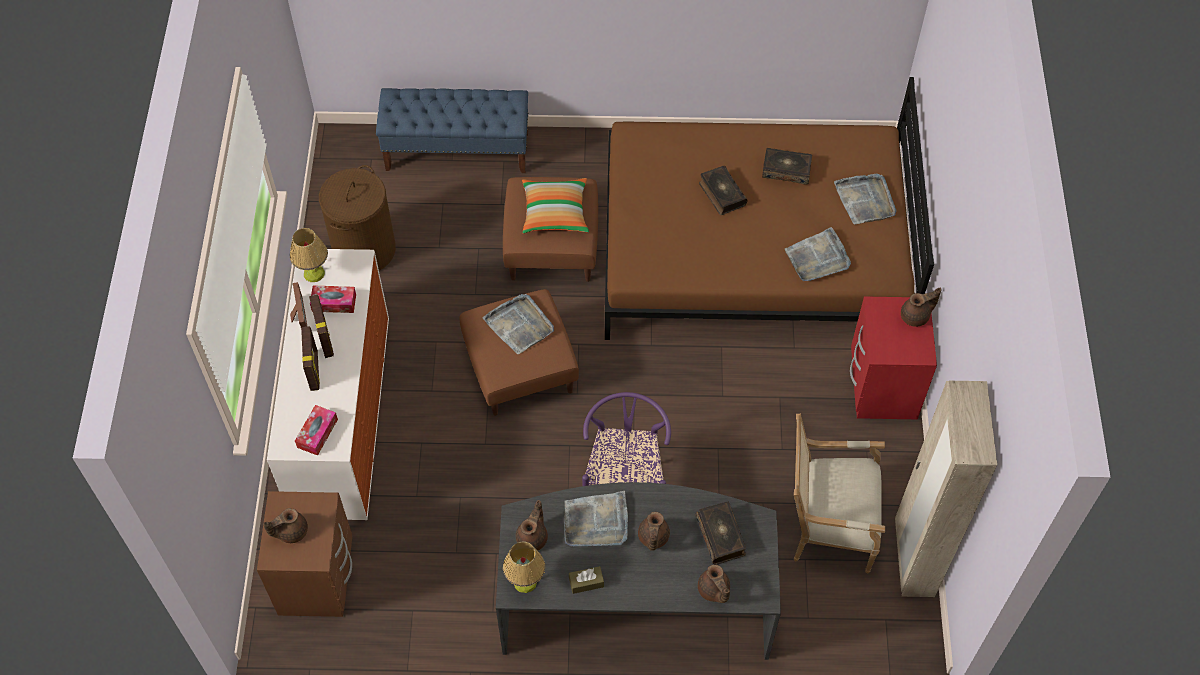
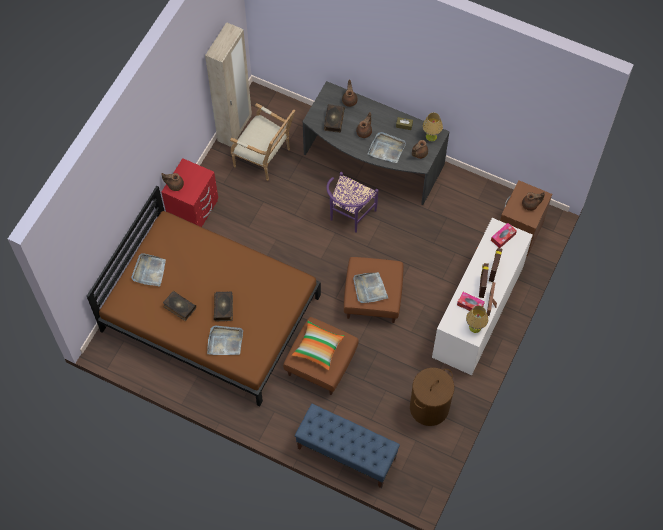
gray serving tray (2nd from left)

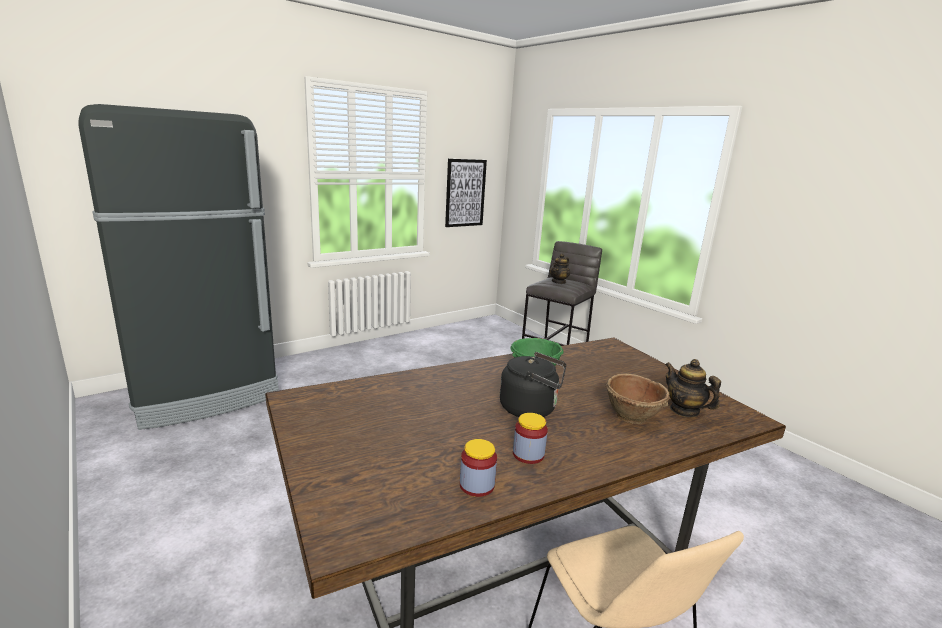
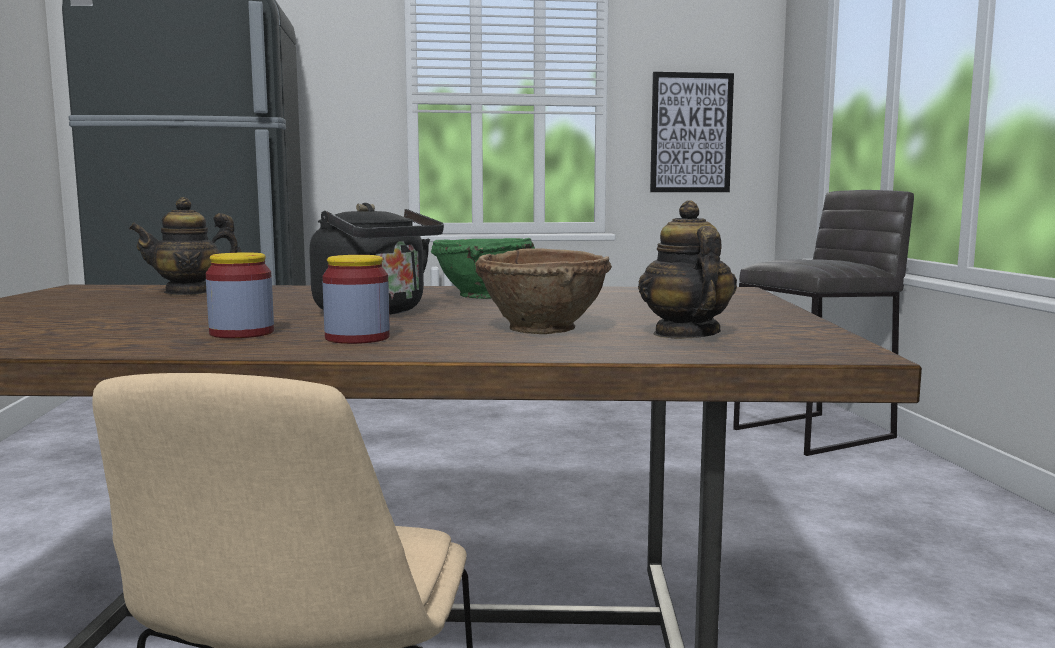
jar (2nd from left)
teapot (1st from left)

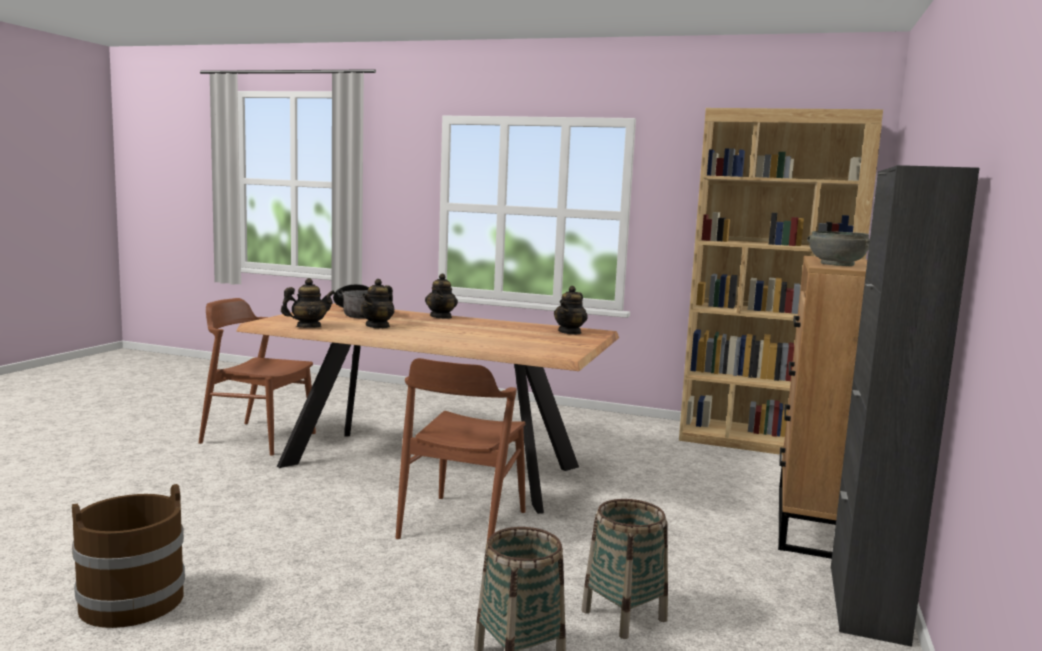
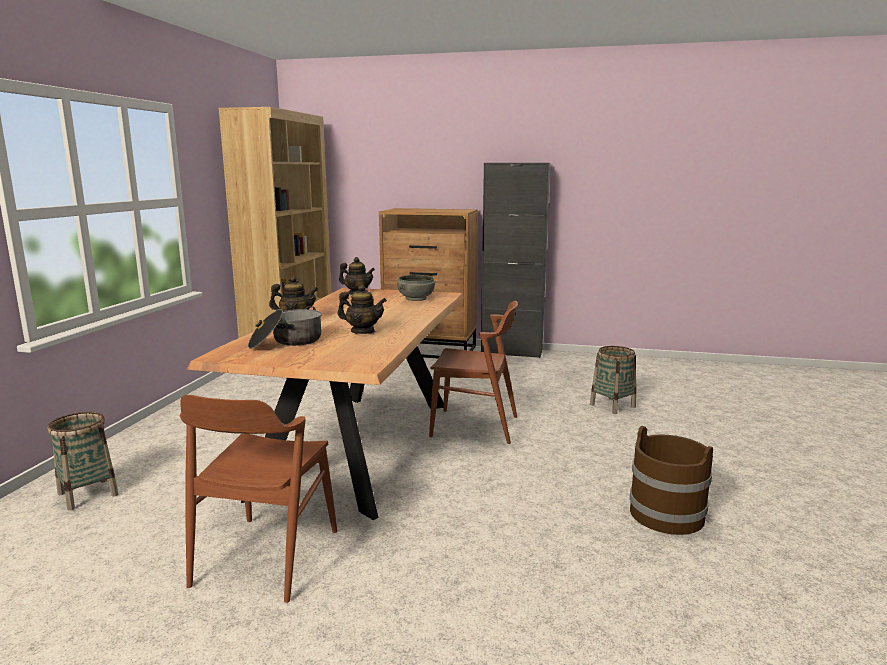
teapot (1st from left in the first image)
household basket (1st from left)
gray deep dish

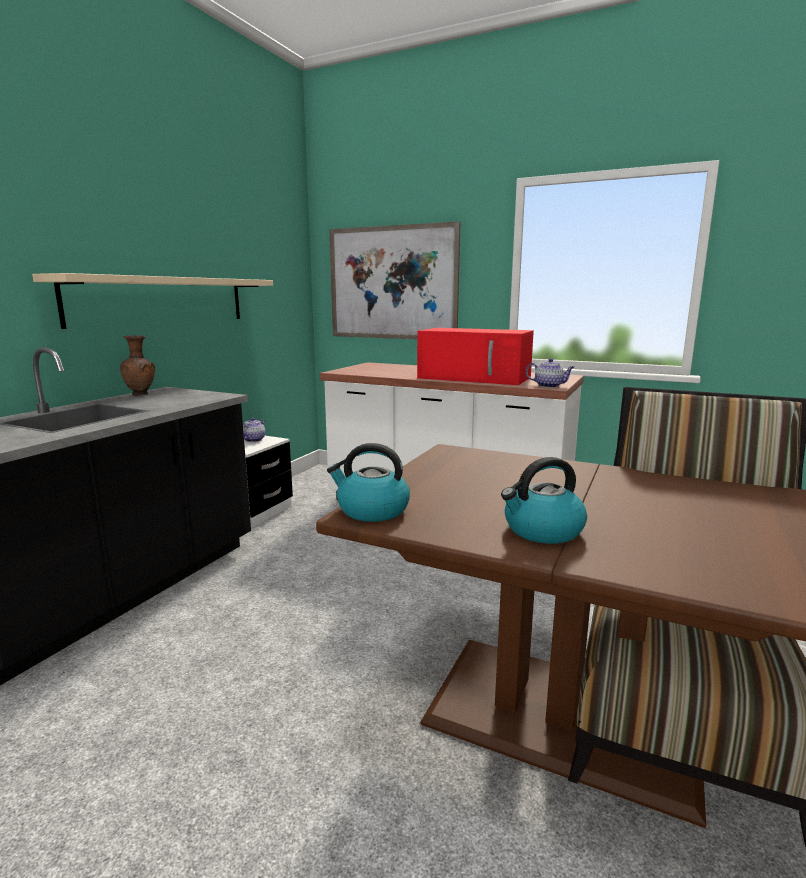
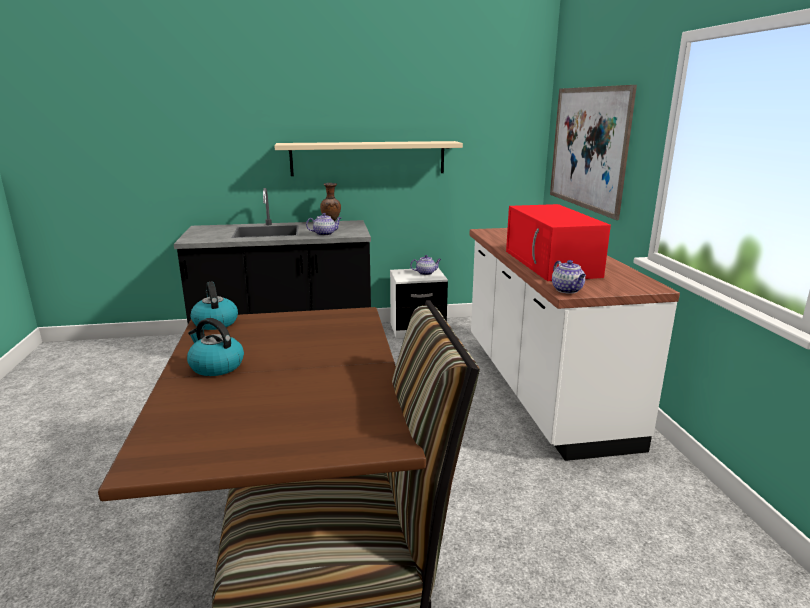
teapot (1st from left)

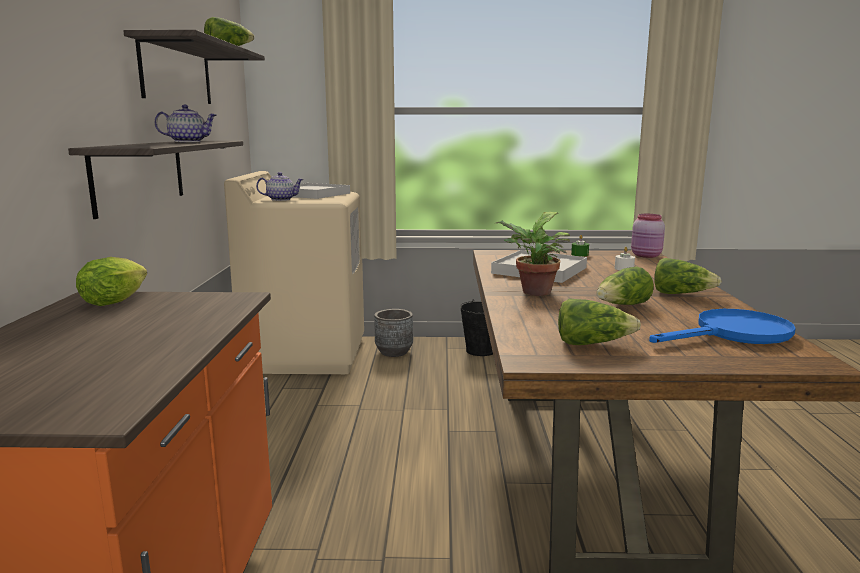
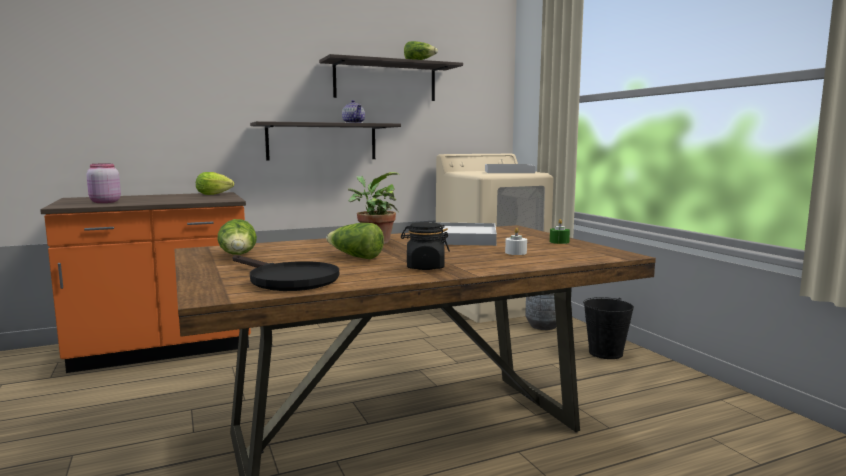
teapot (2nd from left in the first image)
pink jar
blackish frying pan
blackish jar

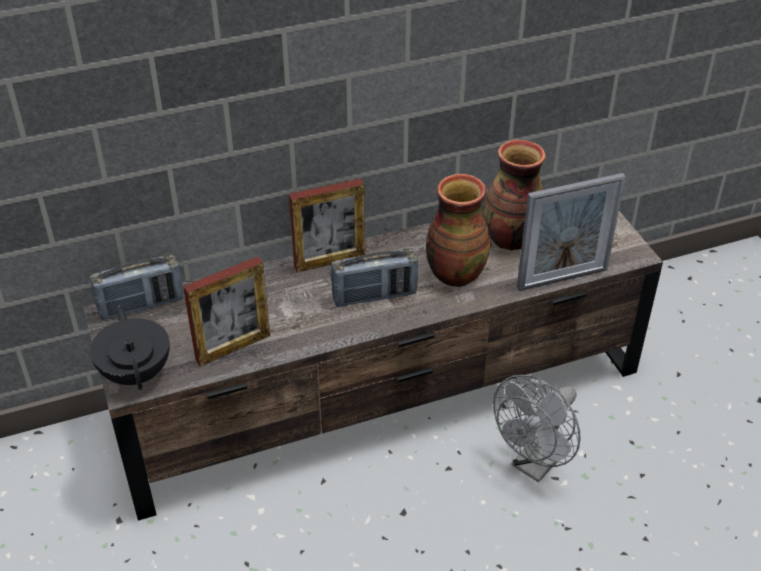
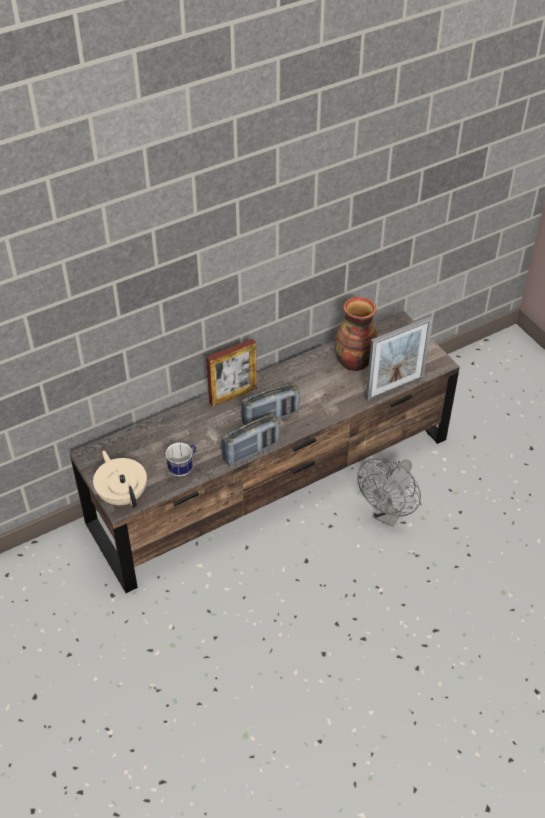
radio set (1st from left)
beige-coloured teapot
coffee mug
vase (1st from left in the first image)

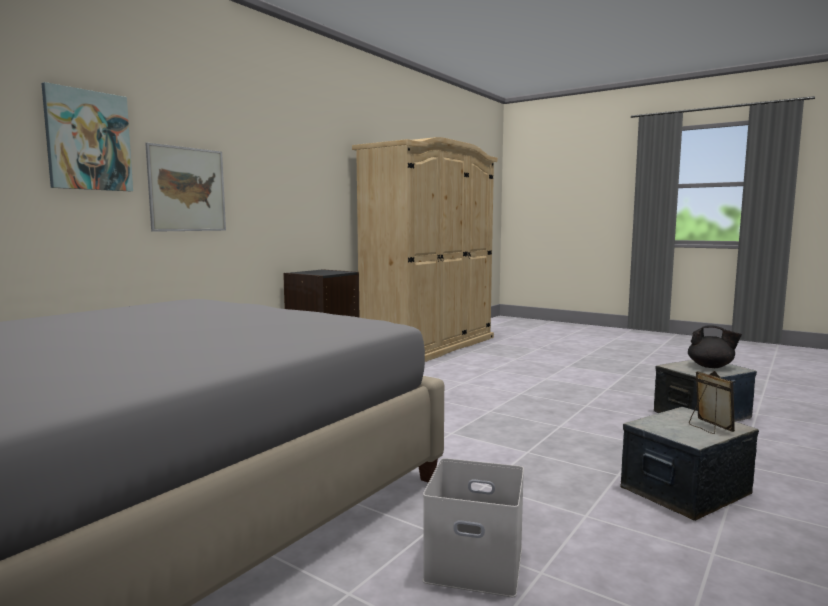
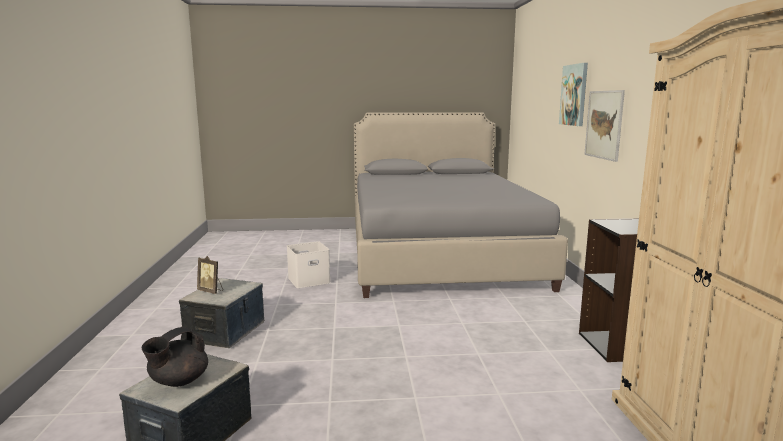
blackish teapot

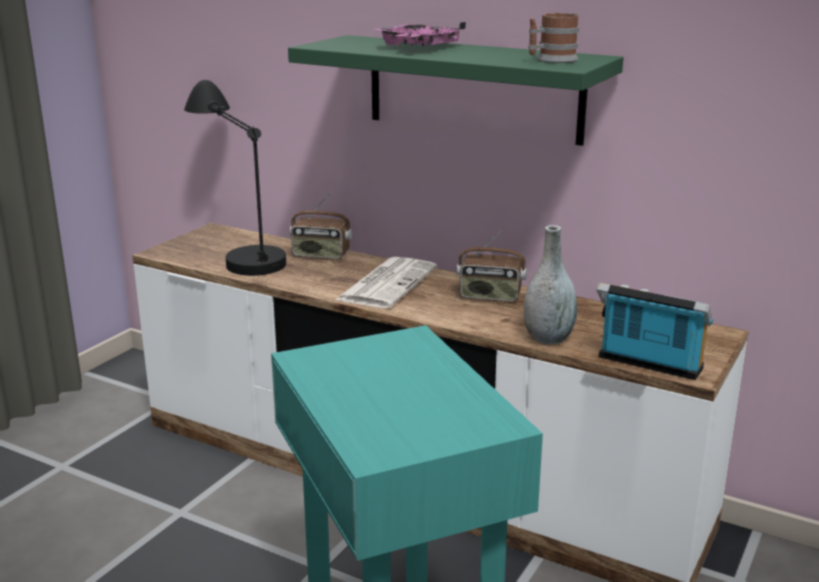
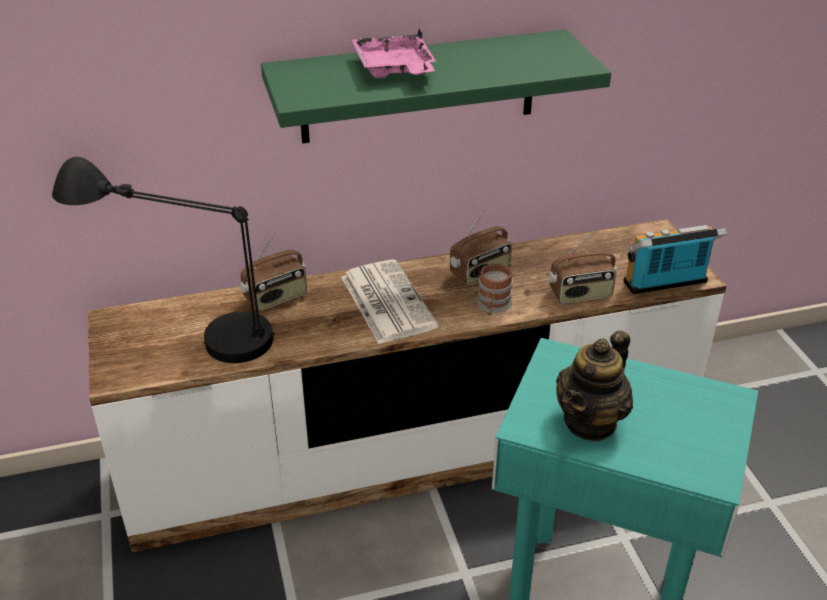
radio set (3rd from left)
coffee mug
teapot

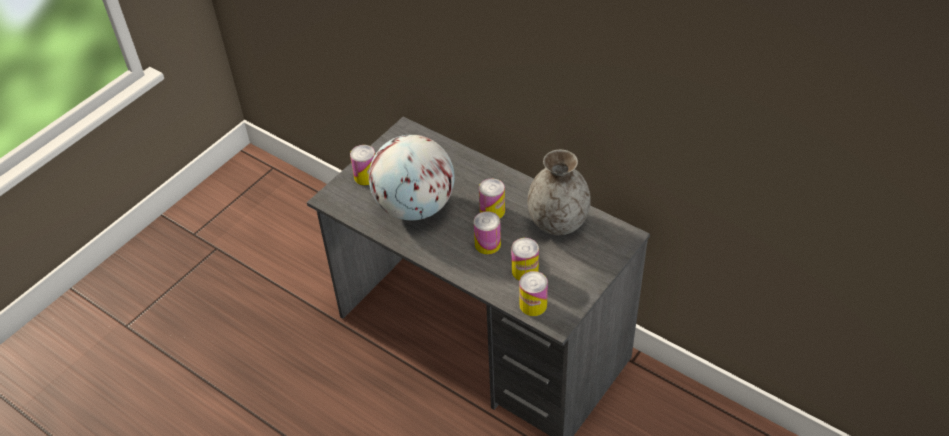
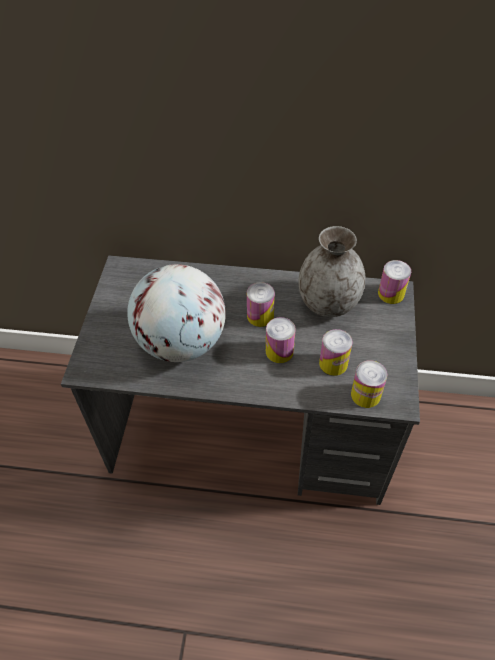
can (5th from left)

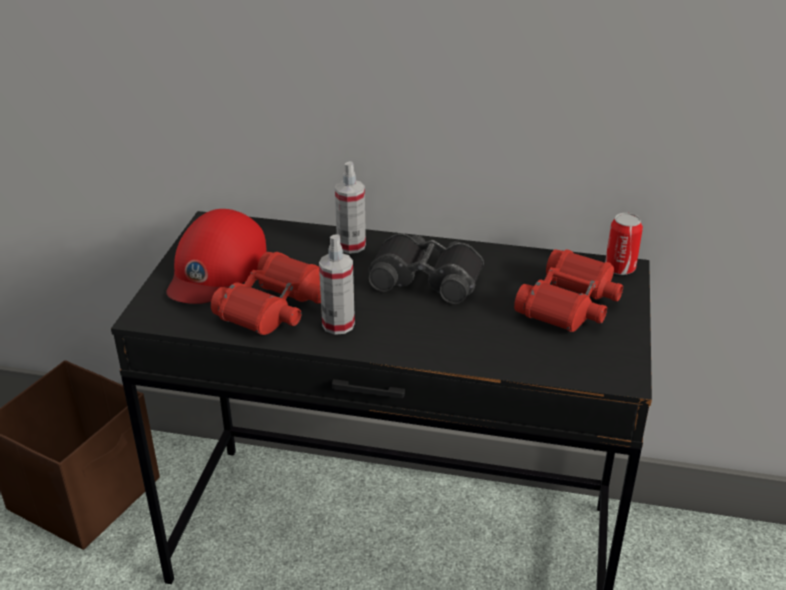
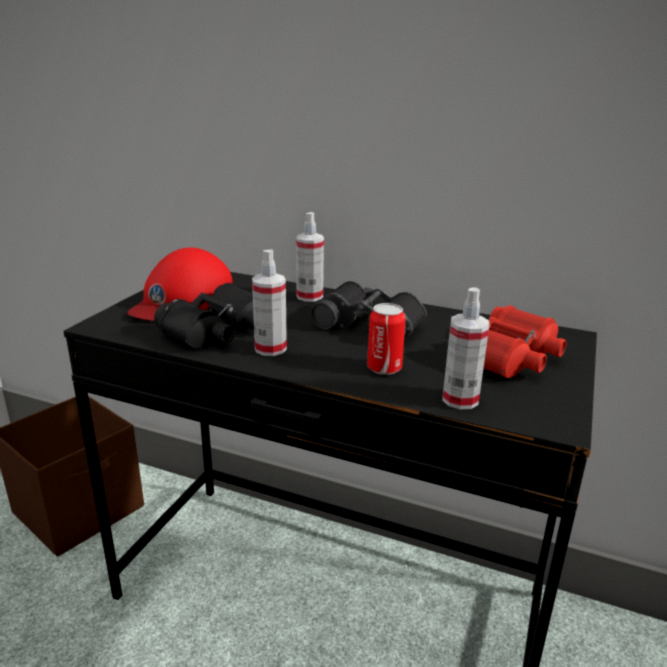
blackish binoculars (1st from left)
can
hand sprayer (3rd from left)

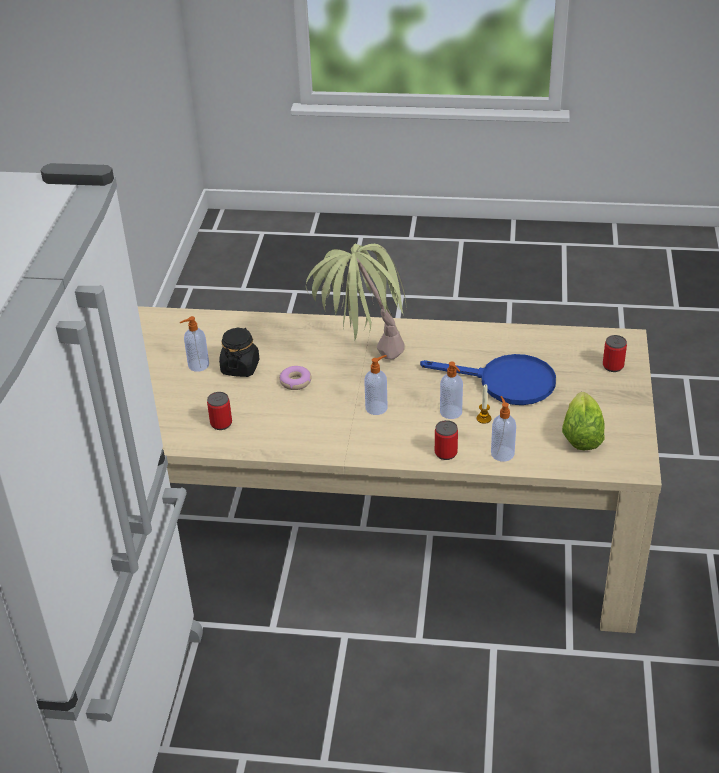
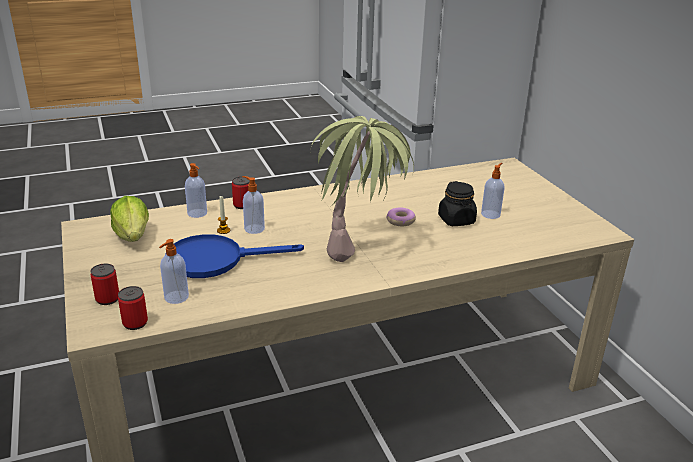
can (2nd from left)
soap dispenser (1st from left)

